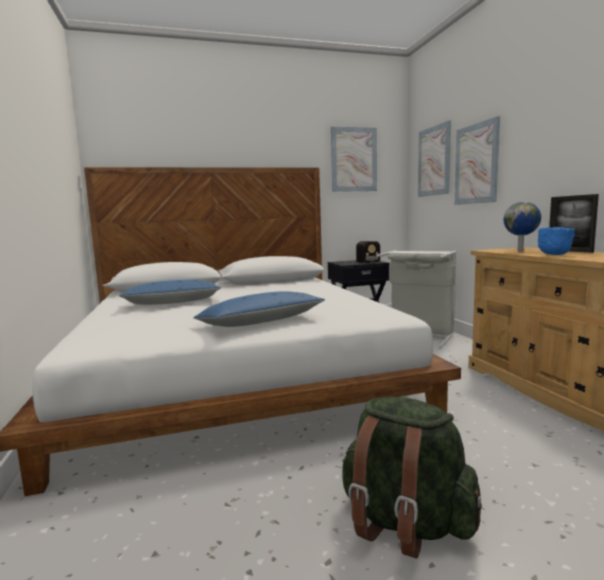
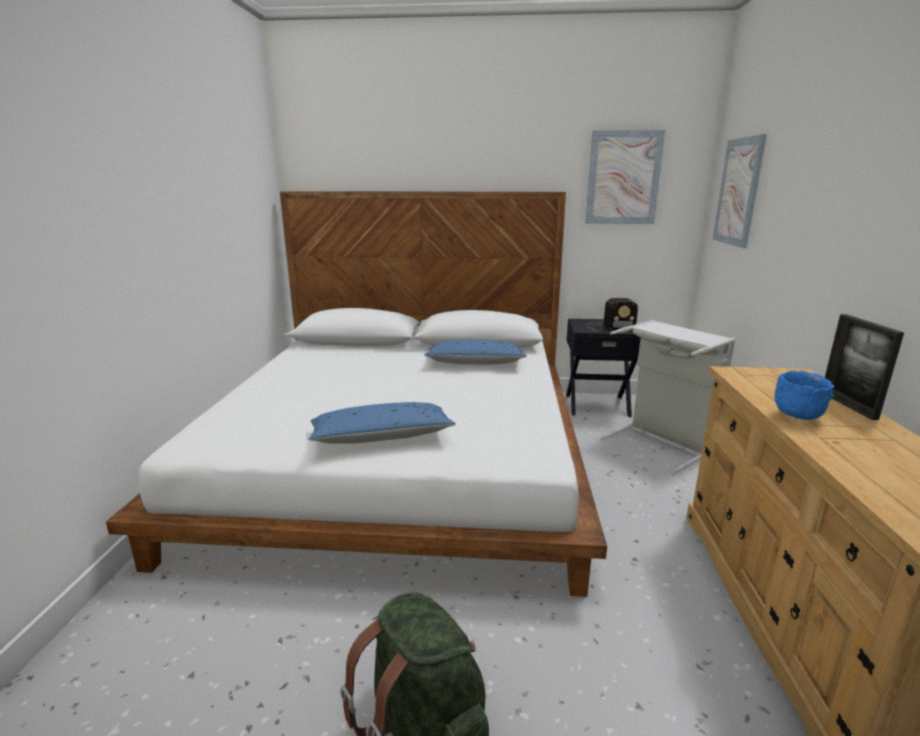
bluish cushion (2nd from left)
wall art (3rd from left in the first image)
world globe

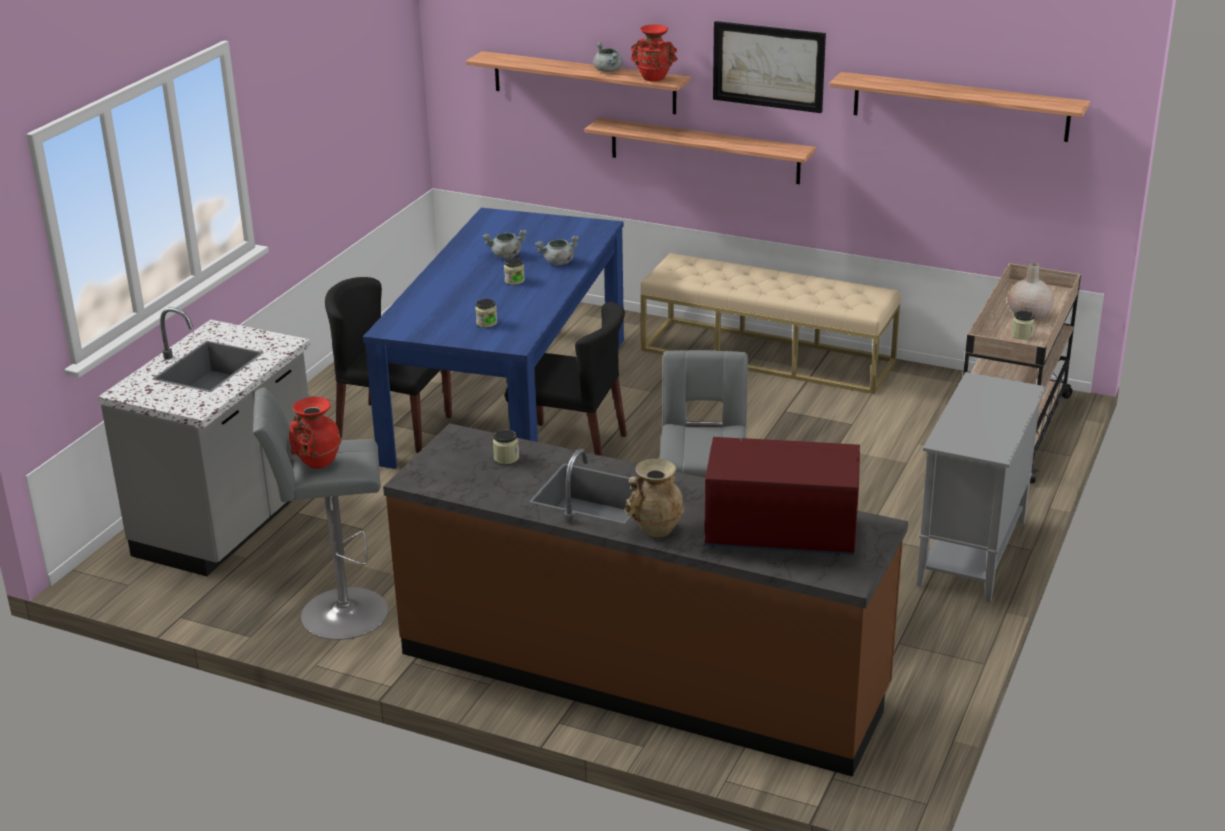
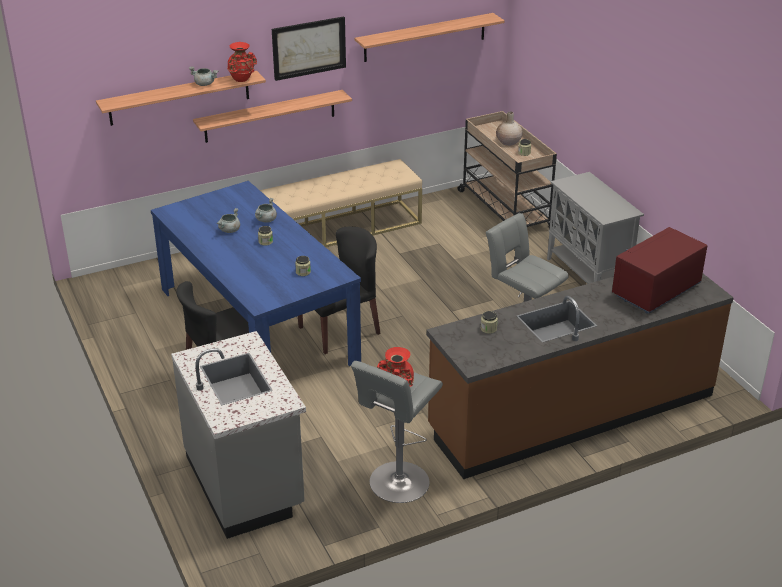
beige-coloured vase (1st from left in the first image)

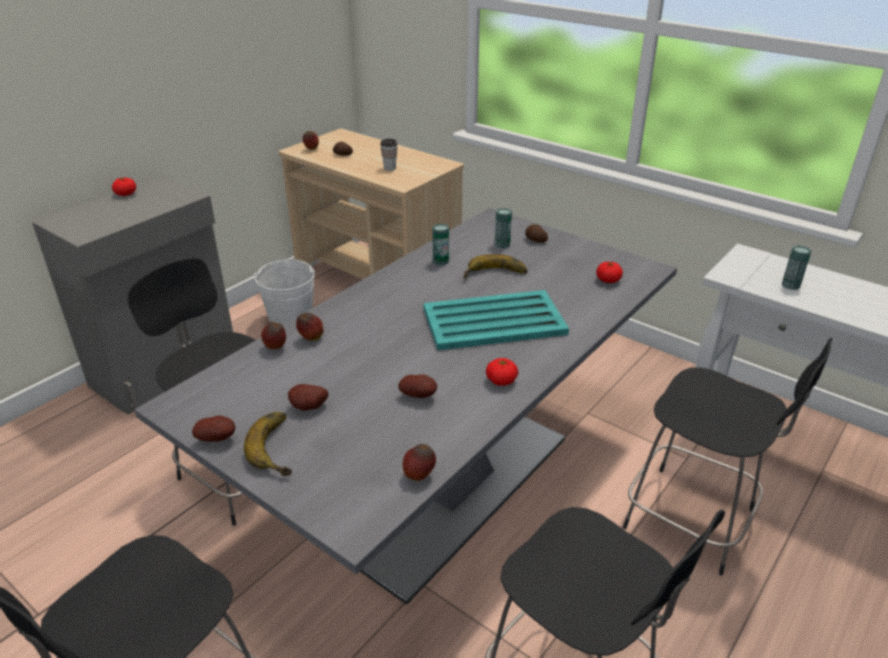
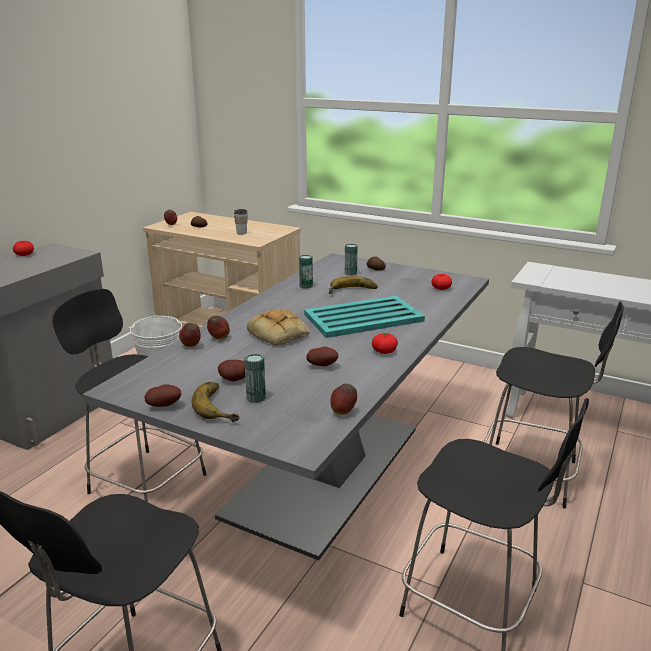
can (1st from left)
bread

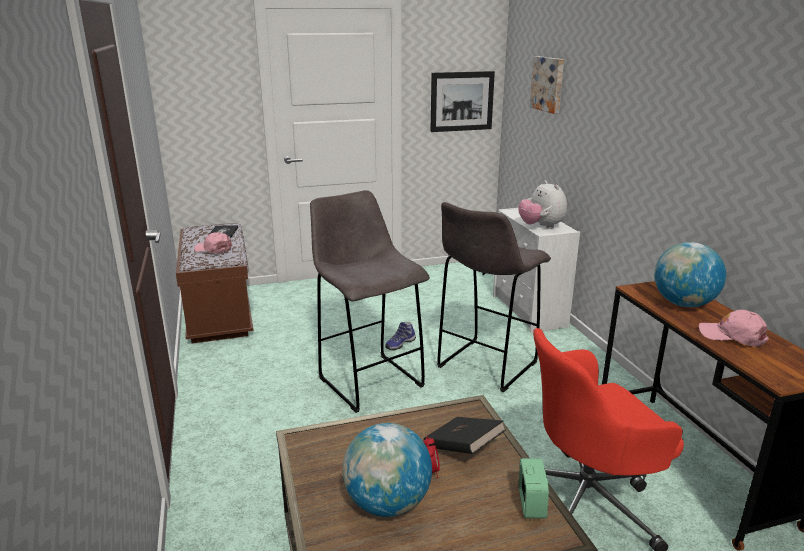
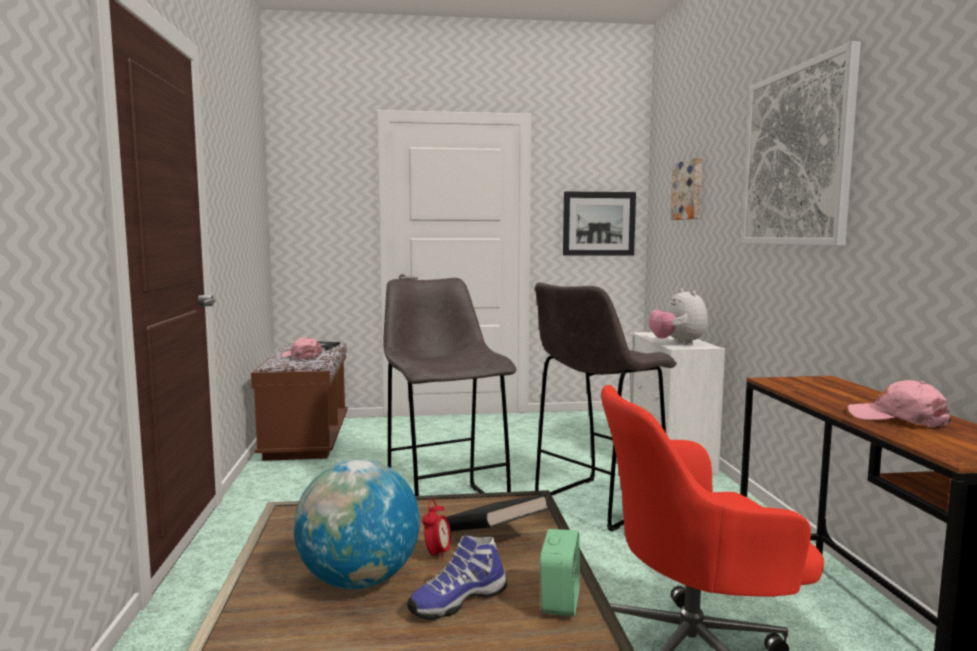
shoe
world globe (2nd from left in the first image)
wall art (3rd from left)

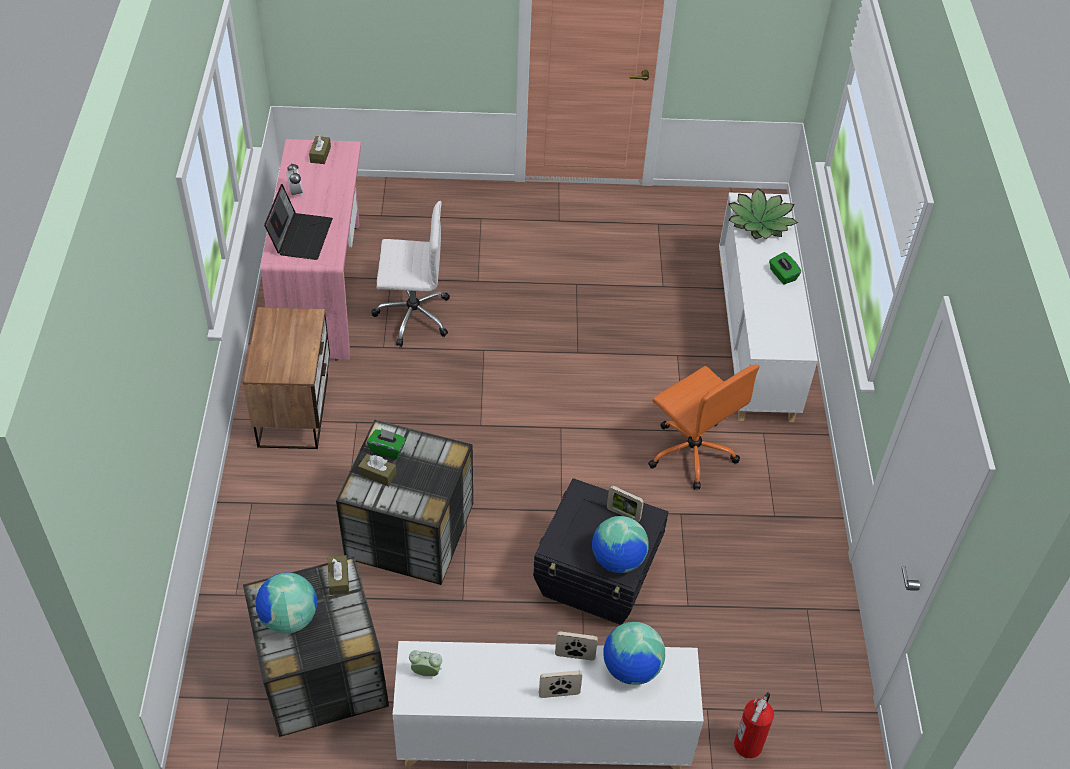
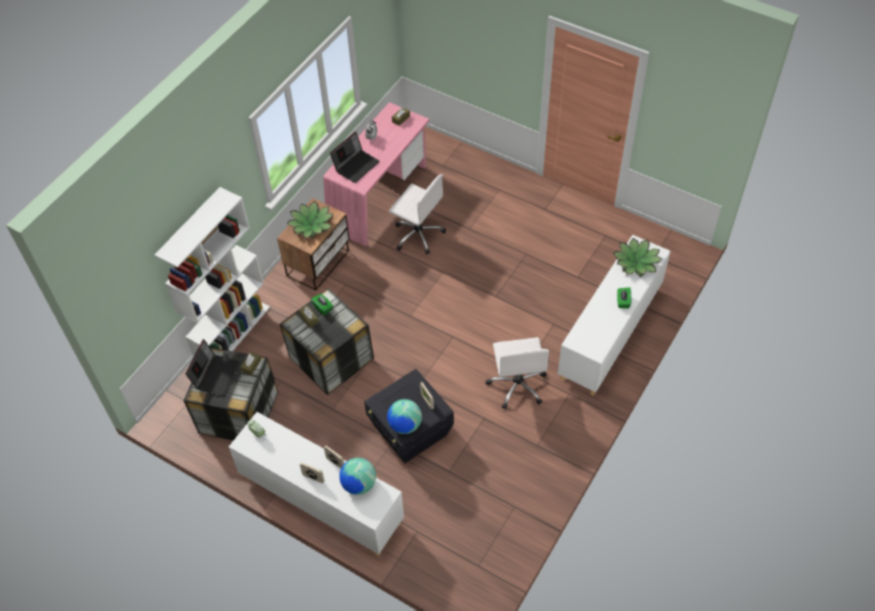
laptop (1st from left)
whitish desk chair (2nd from left)
fire-fighting cylinder
whitish shelving unit
potted plant (1st from left)

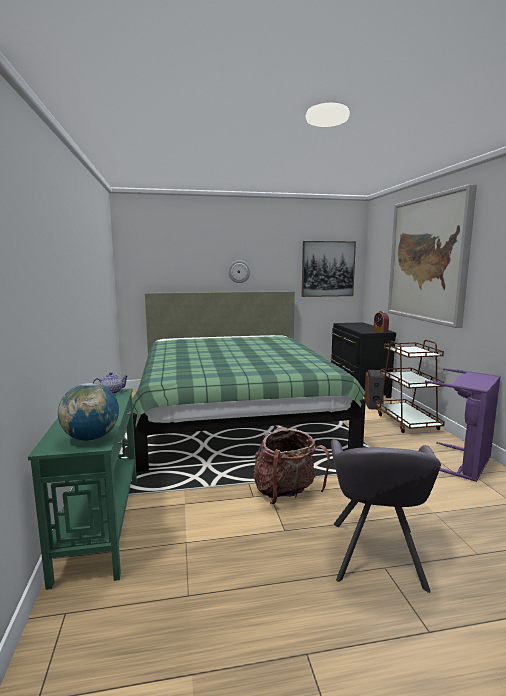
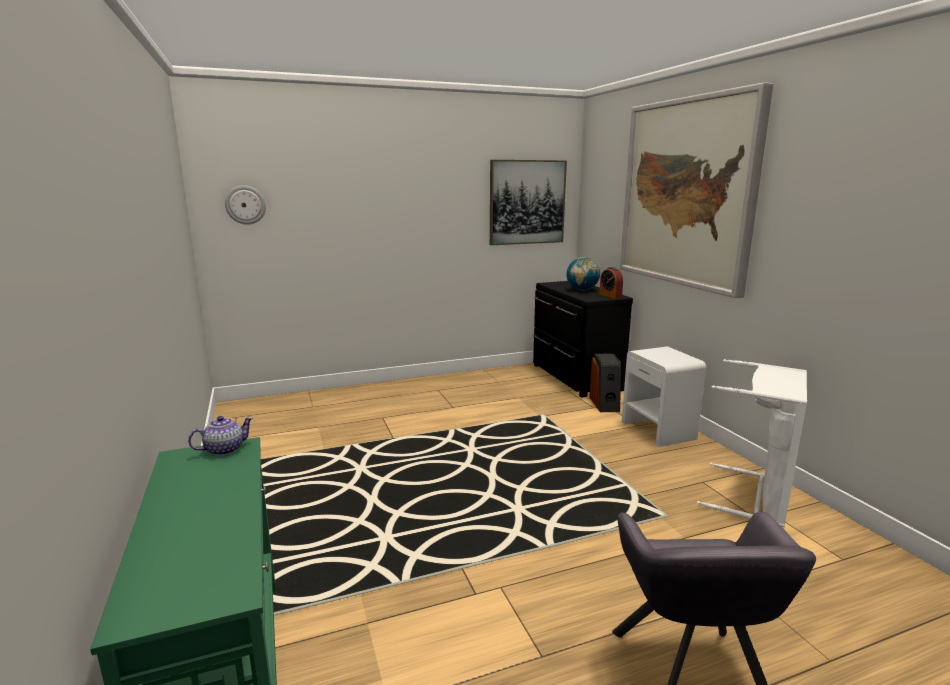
world globe
green bedroom bed
clock on the wall
rucksack
whitish nightstand
whitish washing basket

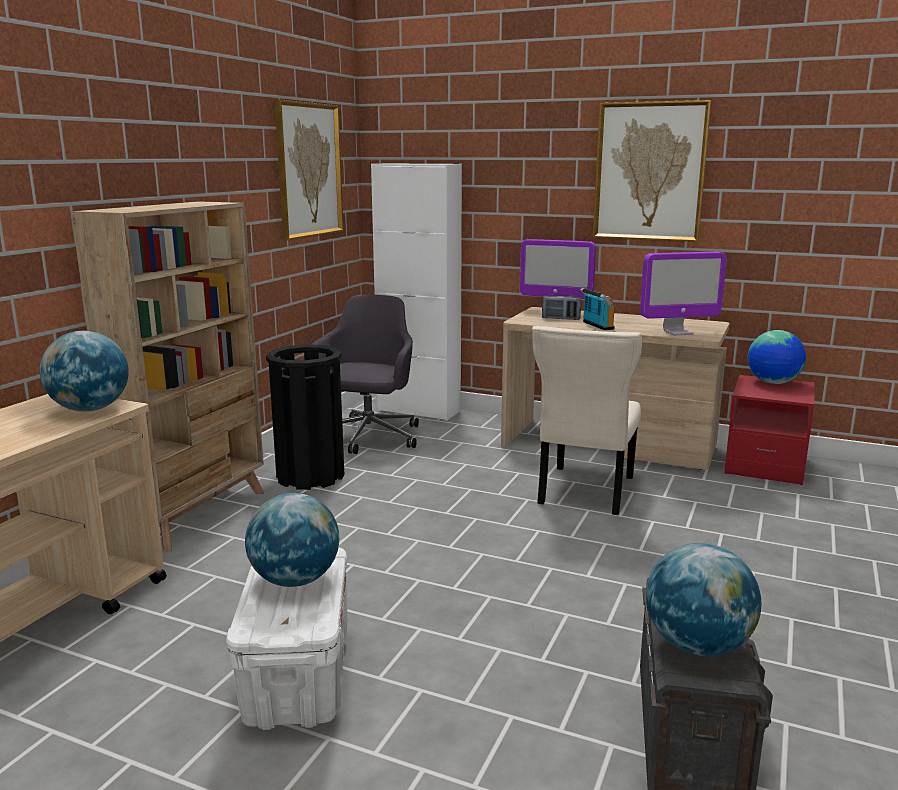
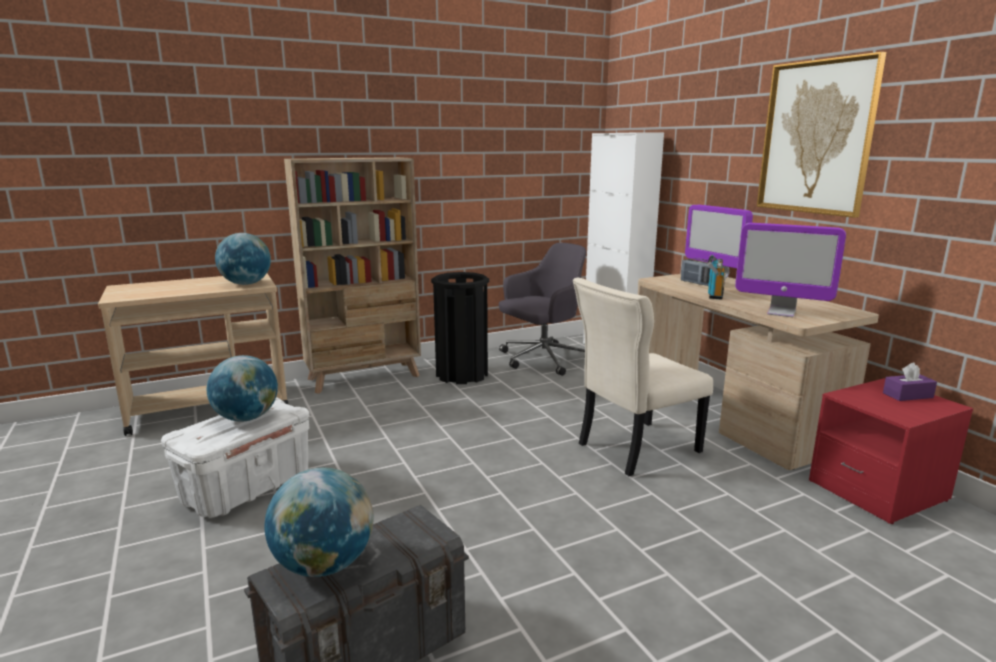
wall art (1st from left in the first image)
purplish box of tissues

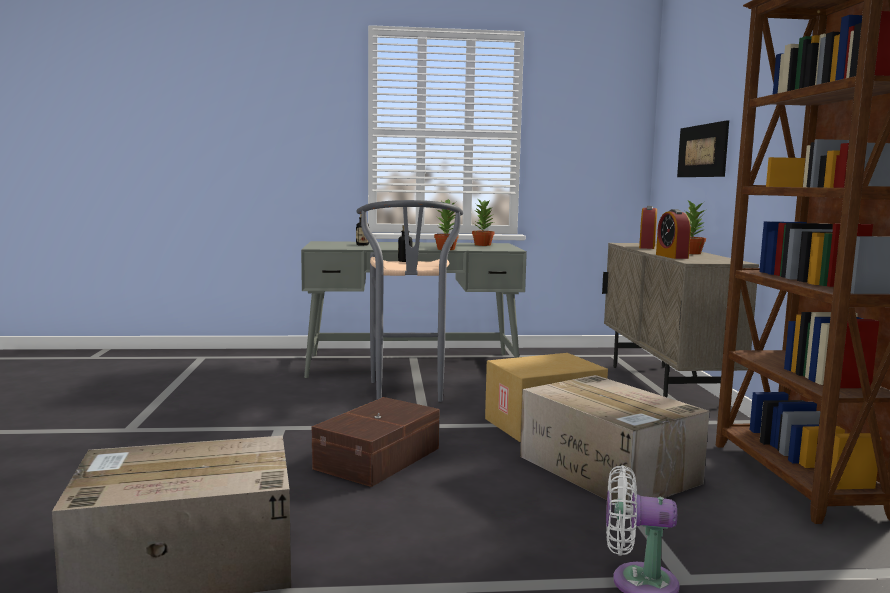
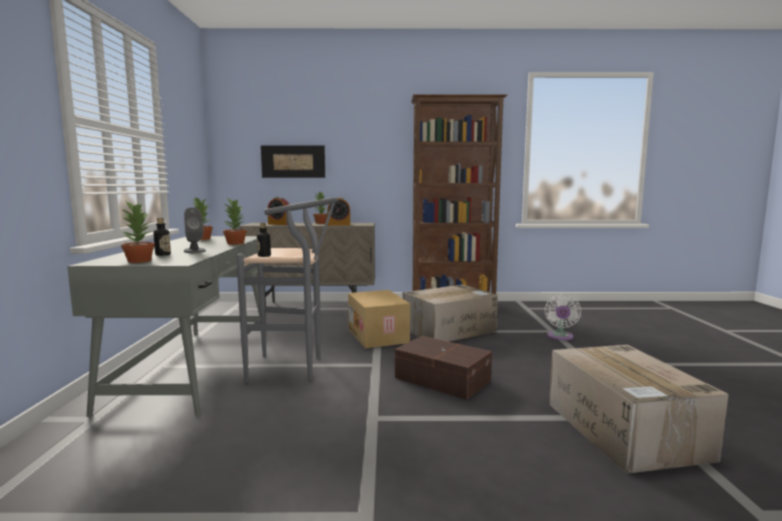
potted plant (1st from left)
gray speaker

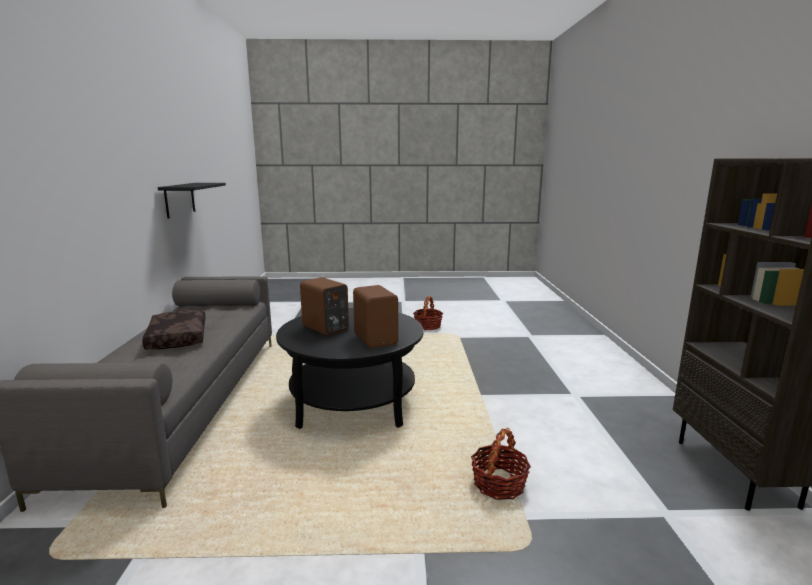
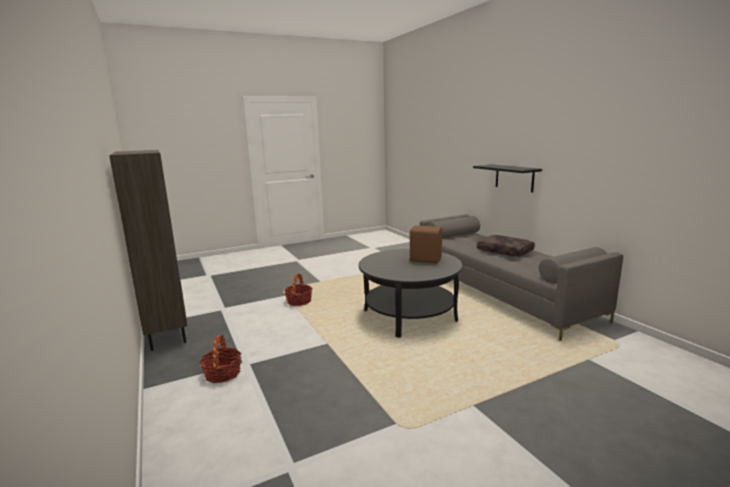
blackish bracket shelf
brown-coloured speaker (2nd from left in the first image)
household basket (1st from left)

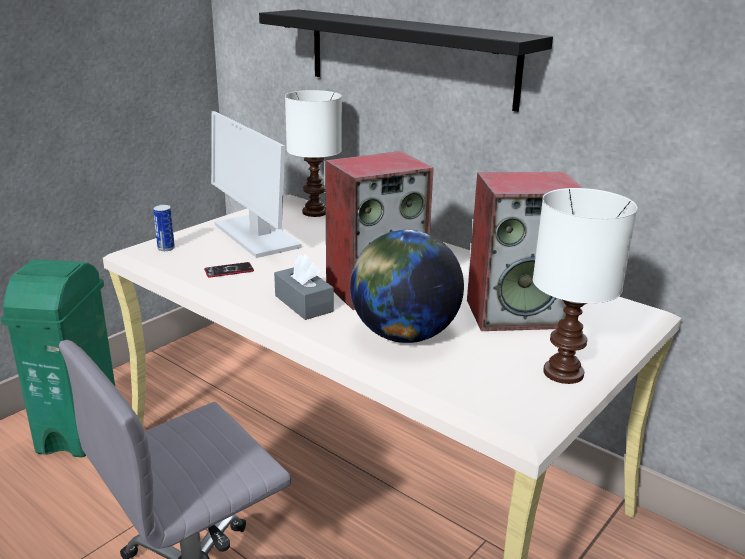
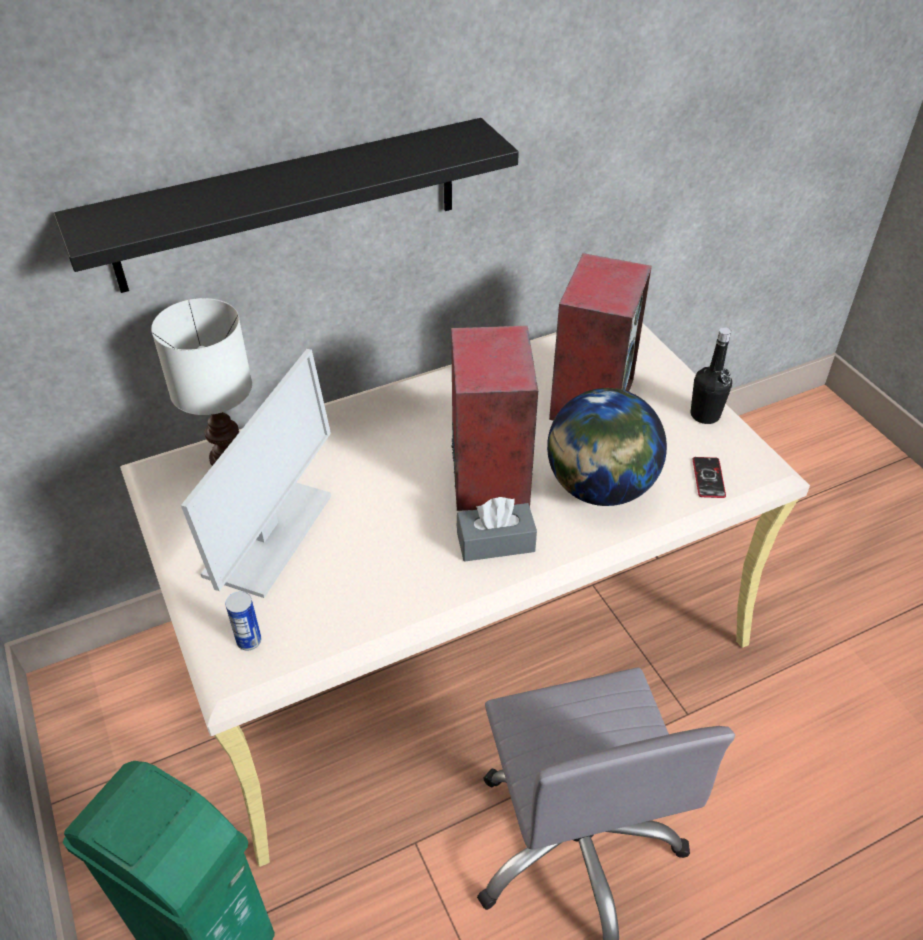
phone
monitor
blackish bottle

